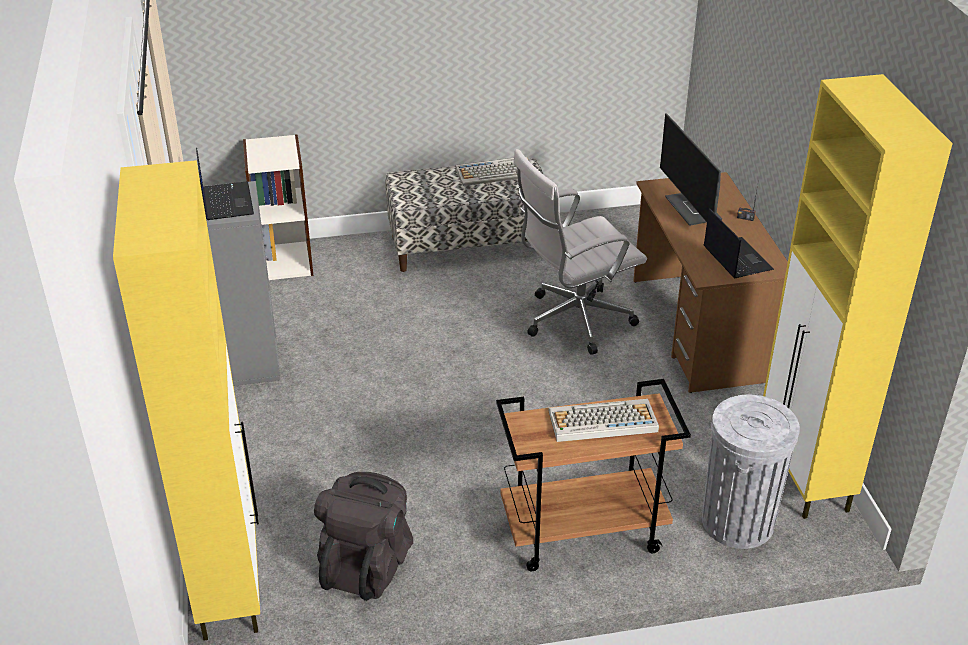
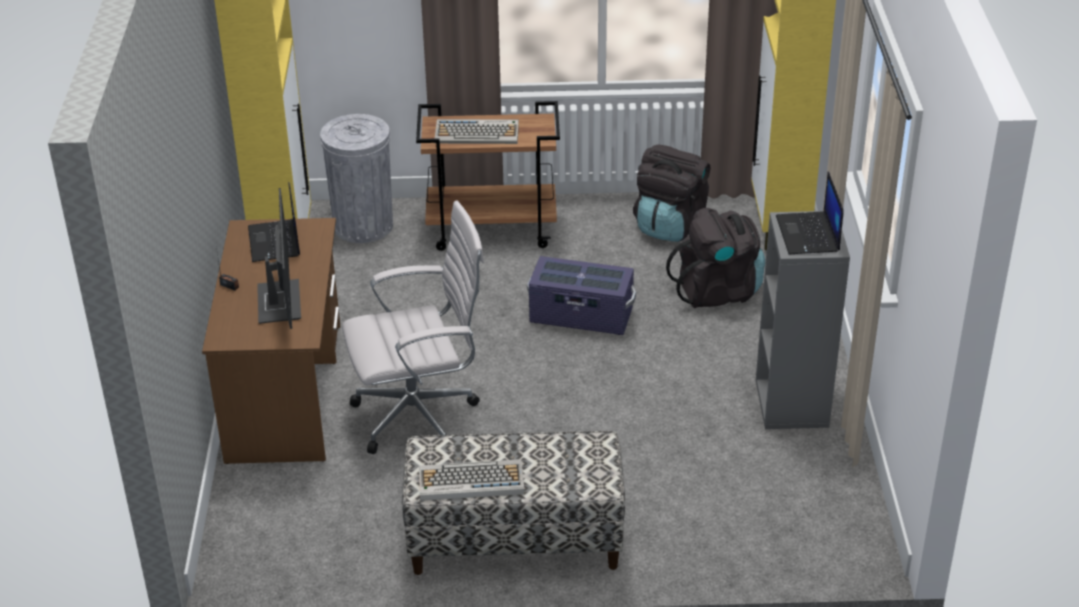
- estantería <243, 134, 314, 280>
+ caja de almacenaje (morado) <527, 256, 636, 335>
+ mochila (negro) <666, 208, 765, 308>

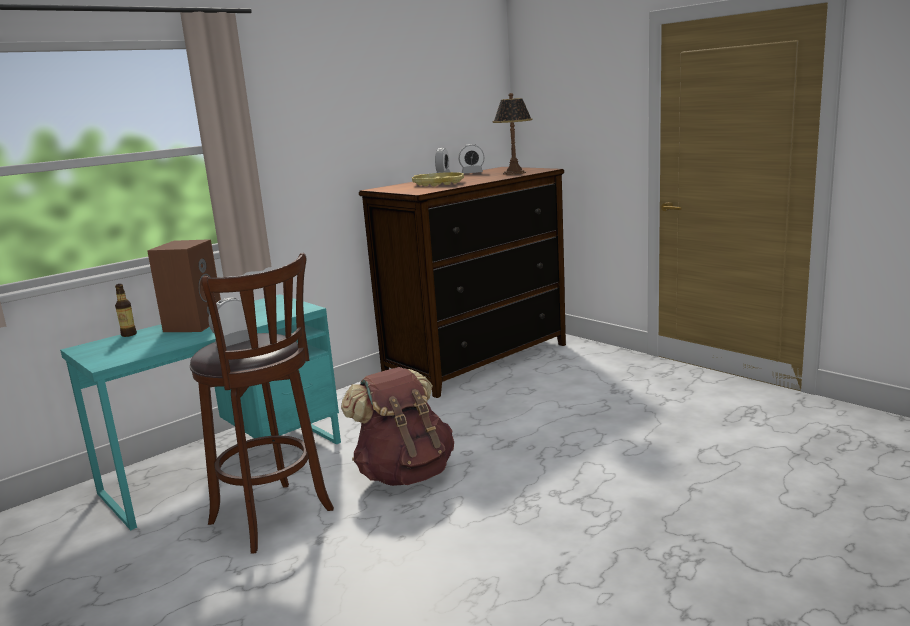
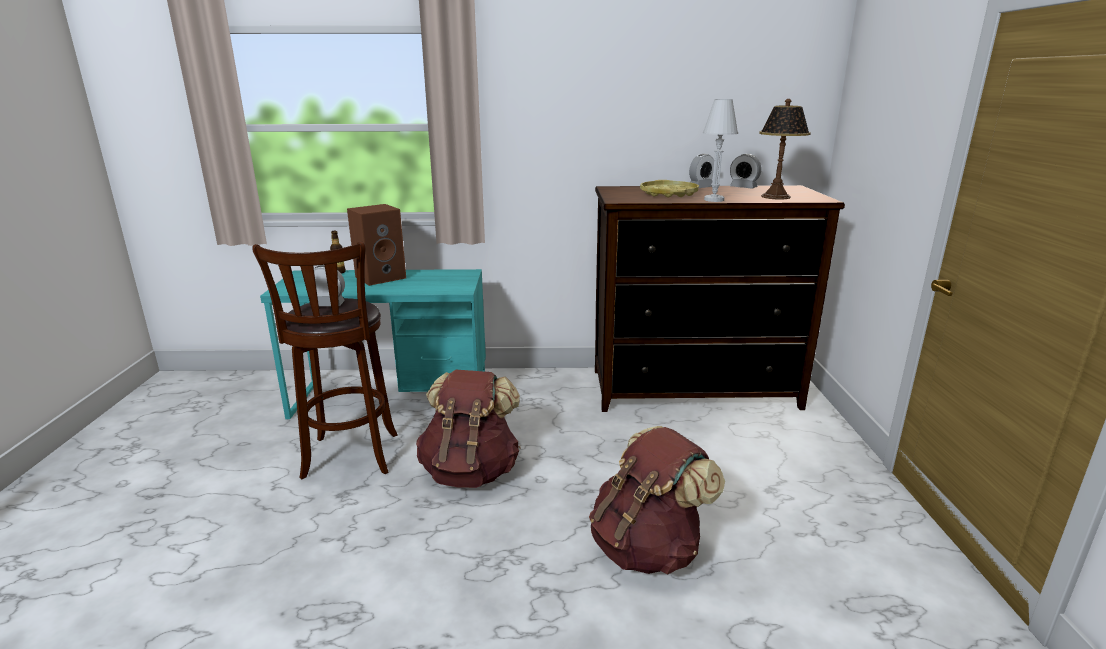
+ mochila (marrón) <589, 426, 725, 574>
+ lámpara de mesa (blanco) <703, 99, 738, 202>

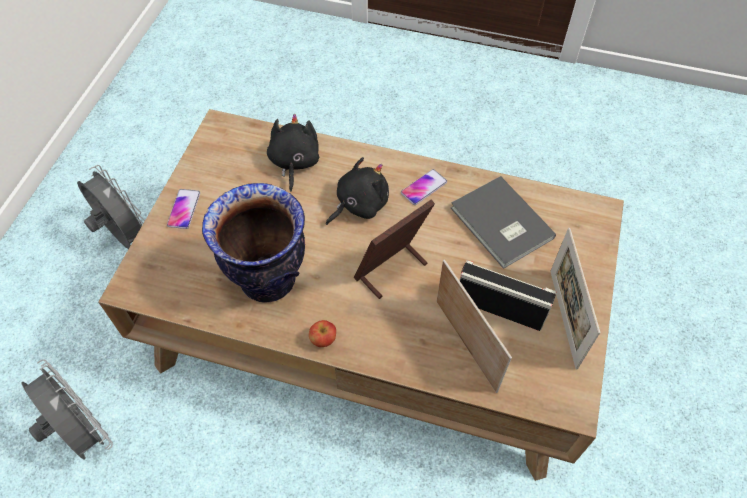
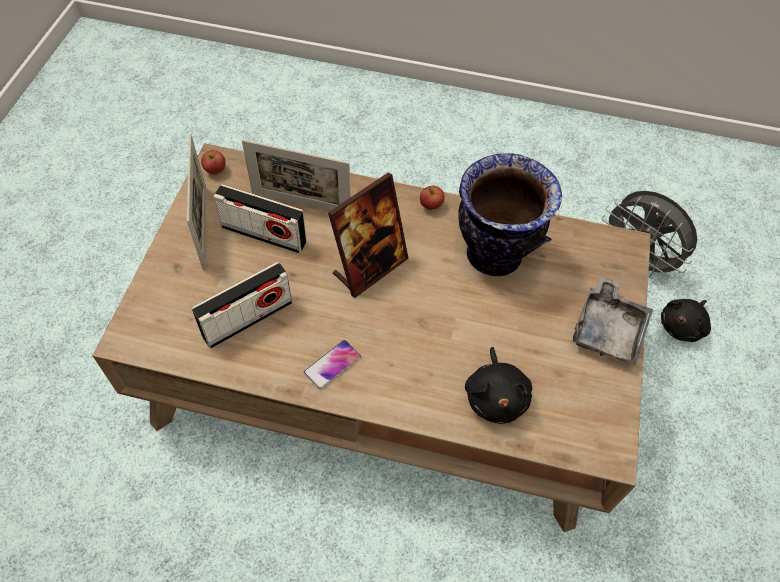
- ventilador (gris) <77, 165, 145, 249>
~ móvil <167, 189, 200, 229> to bandeja (gris) <573, 276, 653, 365>
~ peluche (negro) <326, 157, 389, 225> to <661, 299, 711, 342>
~ portarretratos <436, 260, 512, 393> = <242, 140, 350, 211> 45 degrees counterclockwise
~ libro (gris) <451, 176, 556, 269> to radio <191, 262, 292, 348>
+ manzana <201, 150, 226, 175>

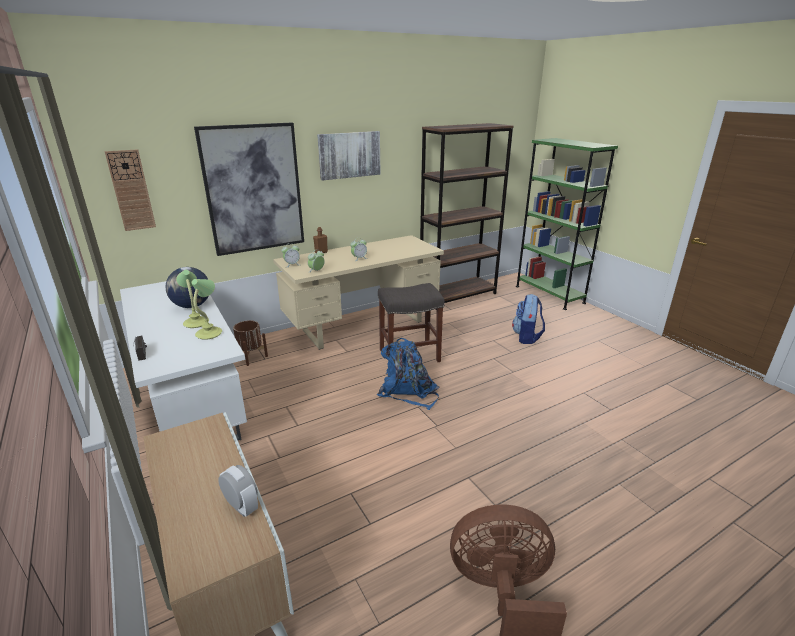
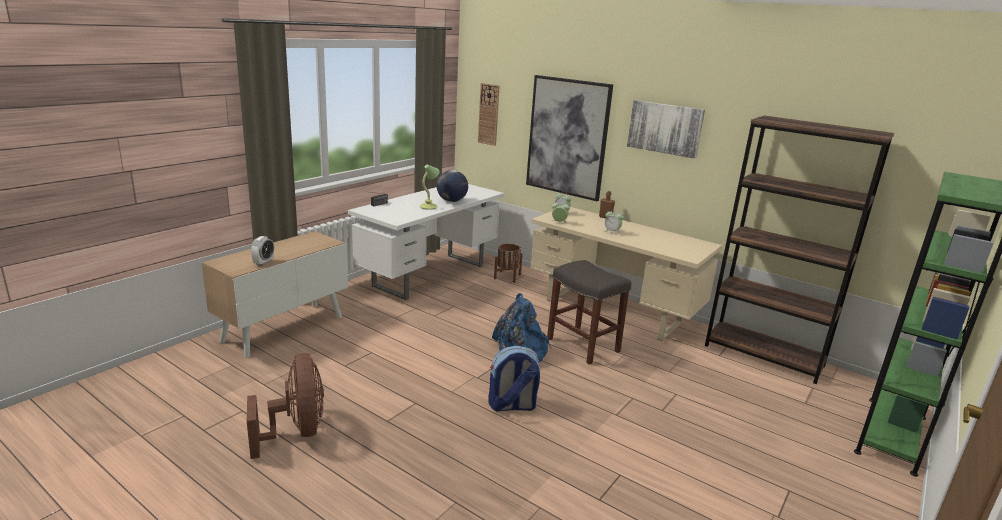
- lámpara de mesa <192, 279, 222, 340>
~ mochila <512, 294, 545, 344> to <488, 346, 540, 412>

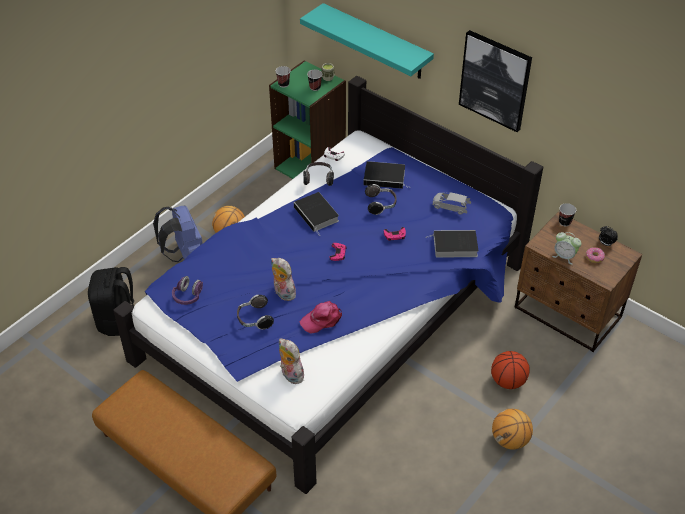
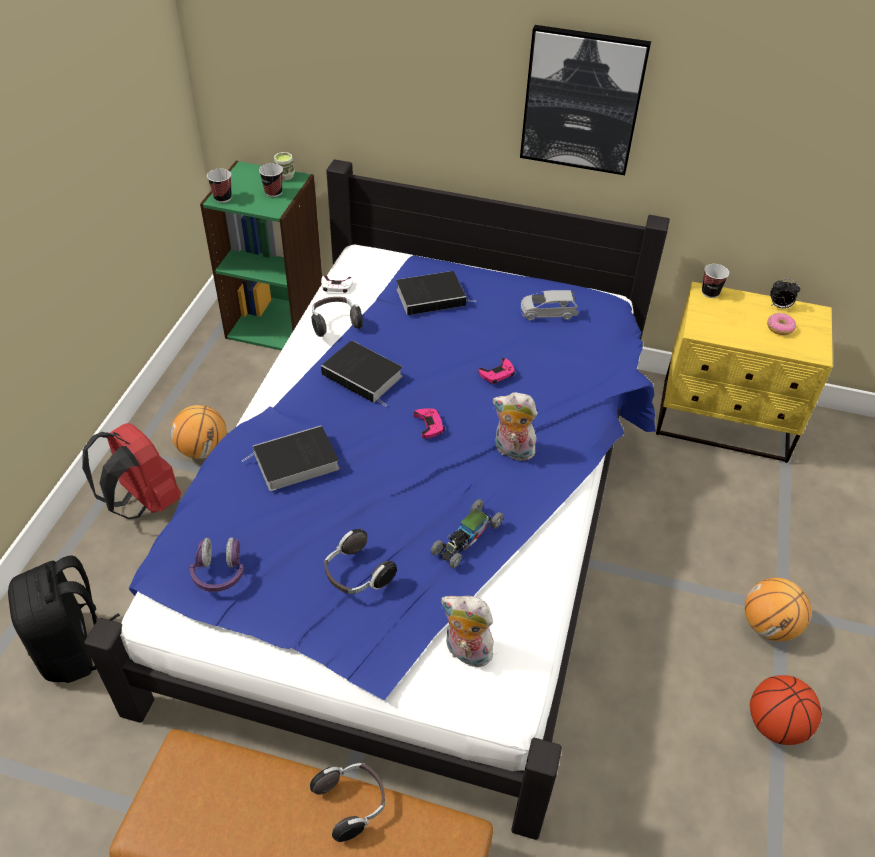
~ mochila (azul) <153, 206, 203, 262> to mochila (rojo) <82, 423, 181, 519>
~ peluche <271, 258, 296, 301> to <493, 392, 538, 461>
- estante (turquesa) <300, 3, 434, 79>
~ gorra (rosa) <300, 301, 342, 333> to coche de juguete <430, 499, 504, 568>
~ auriculares <365, 184, 397, 215> to <310, 763, 385, 842>
~ libro <426, 230, 479, 258> to <242, 425, 340, 491>
~ balón de baloncesto <491, 351, 530, 389> to <750, 675, 822, 745>
~ mesita de noche (marrón) <515, 212, 642, 352> to mesita de noche (amarillo) <656, 282, 833, 463>
- despertador <552, 232, 581, 265>

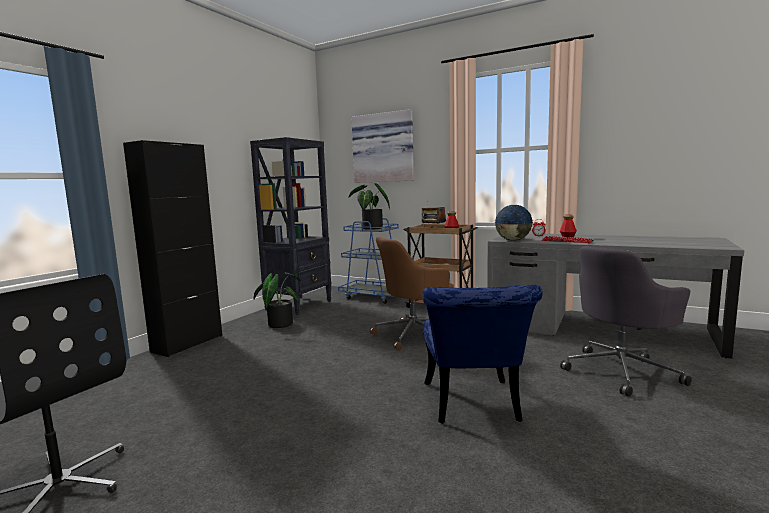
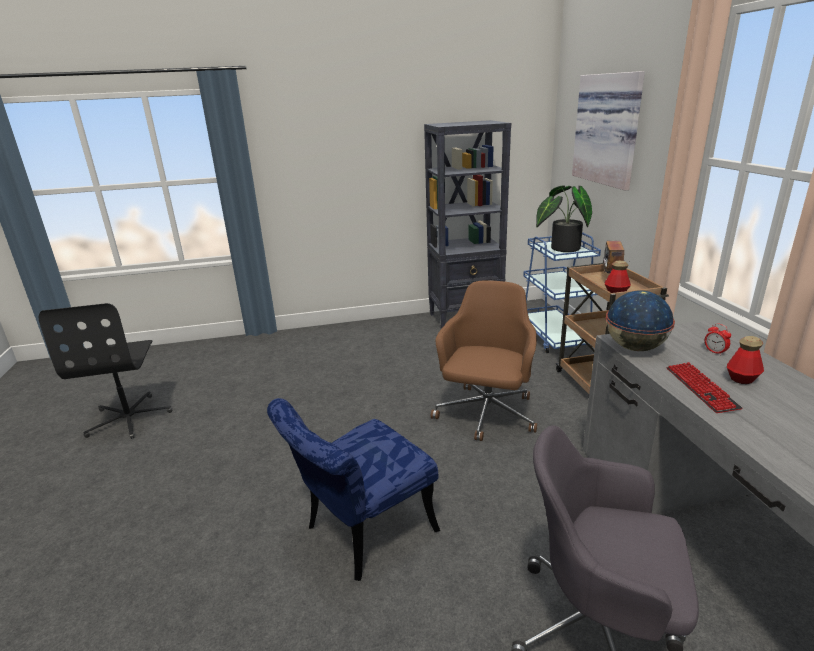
- armario (negro) <123, 140, 222, 357>
- planta en maceta <253, 272, 301, 328>
~ silla de oficina (marrón) <370, 237, 454, 351> = <431, 280, 537, 441> 90 degrees clockwise

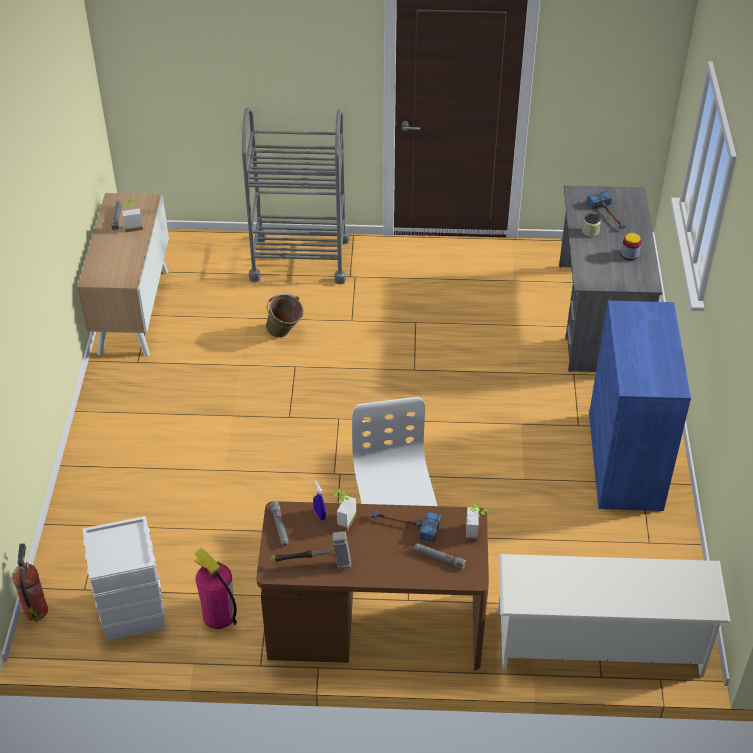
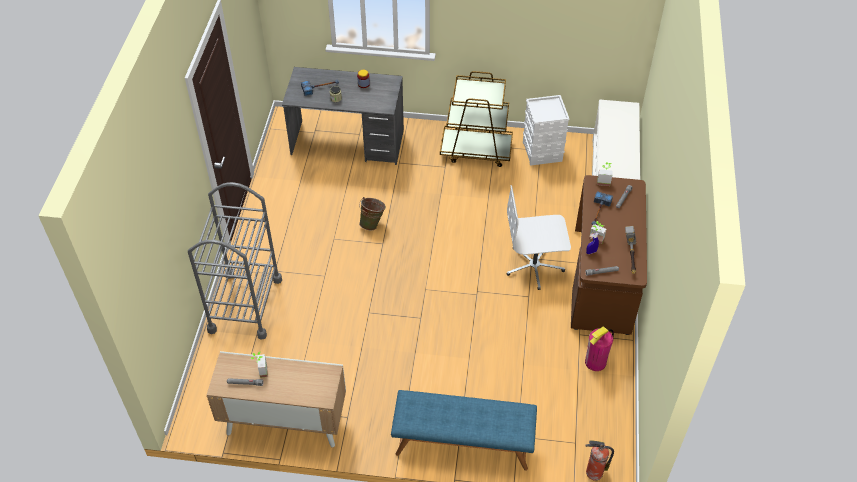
~ caja de almacenaje (blanco) <83, 516, 166, 641> to <523, 95, 569, 166>
~ cubo (verde) <266, 294, 304, 338> to <359, 197, 386, 230>
~ armario (azul) <589, 301, 691, 511> to carrito (marrón) <440, 71, 513, 167>
+ banco (azul) <391, 390, 537, 471>

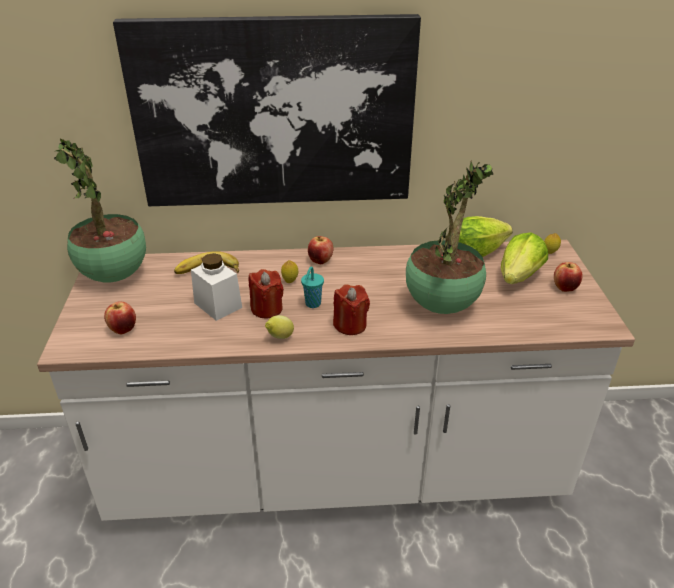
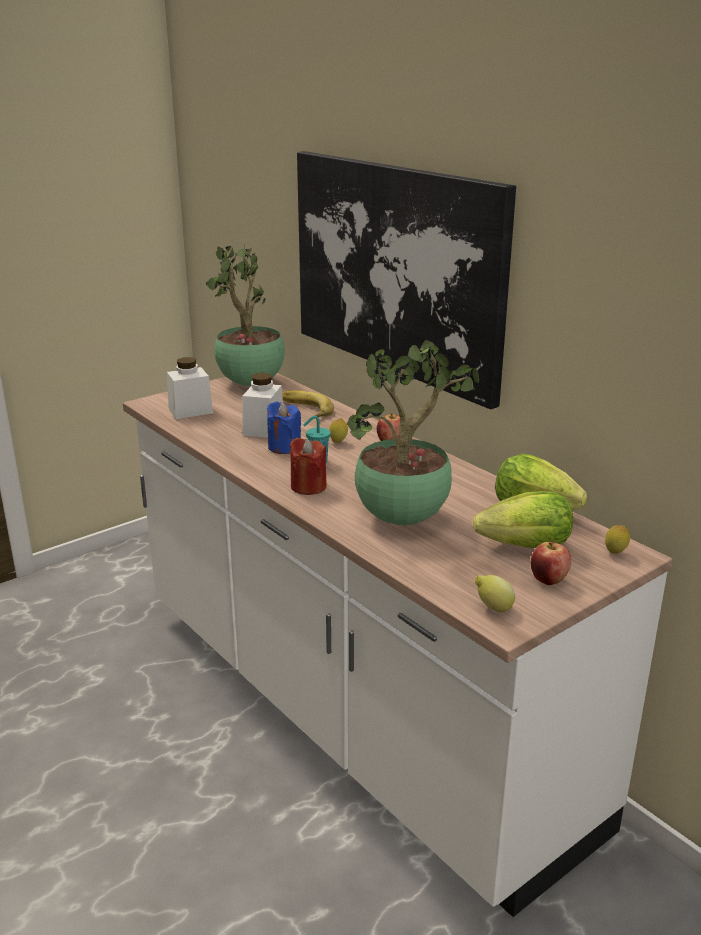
~ manzana <104, 301, 136, 334> to tarro (blanco) <167, 357, 213, 419>
~ vela (rojo) <249, 269, 284, 319> to vela (azul) <267, 401, 301, 454>
~ limón <265, 315, 294, 339> to <475, 575, 515, 612>

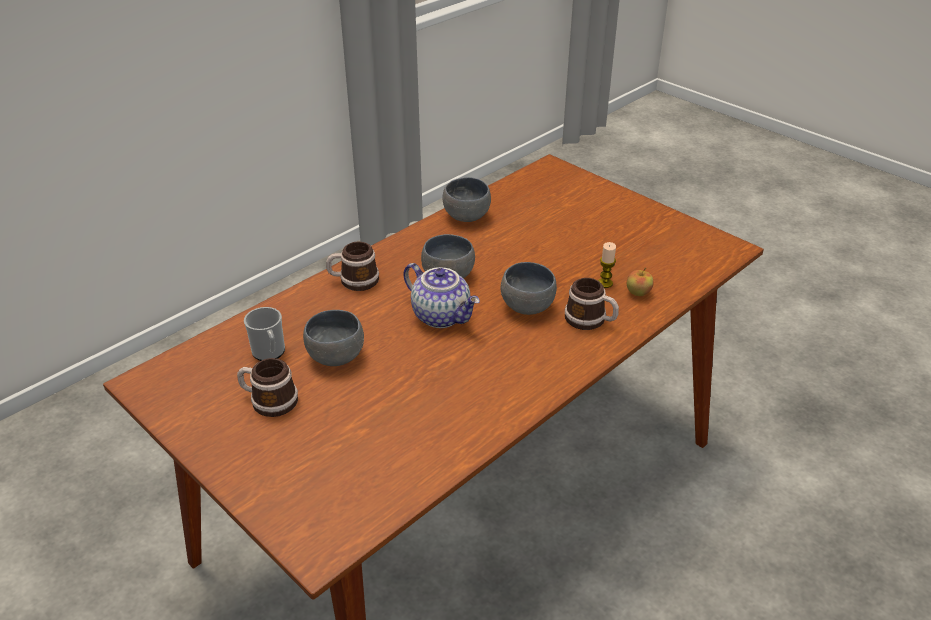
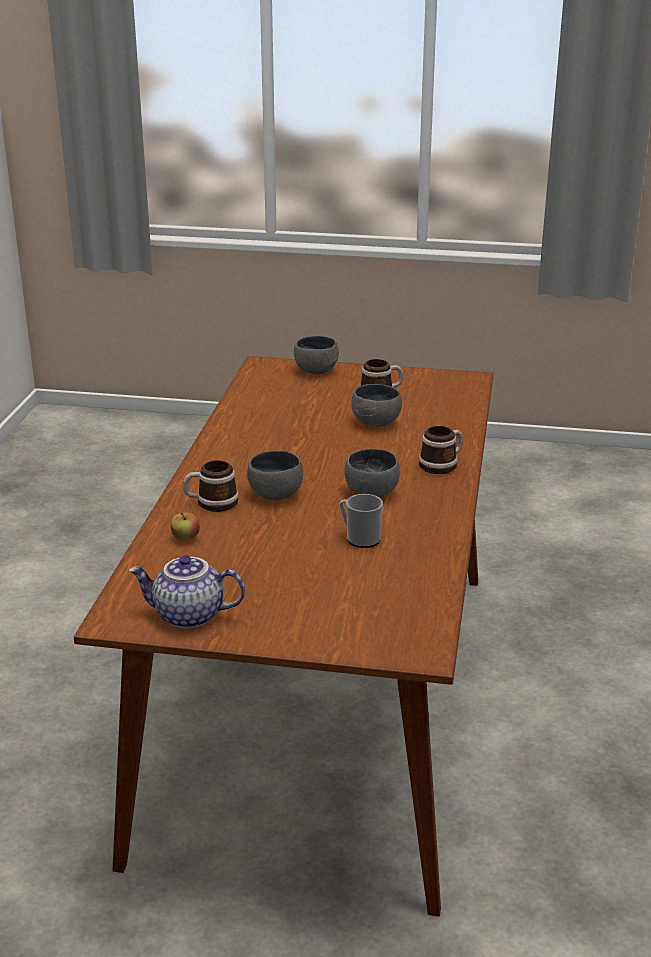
~ taza grande <244, 307, 285, 361> to <340, 494, 383, 548>
~ tetera <403, 263, 480, 328> to <129, 555, 245, 629>
~ cuenco (gris) <442, 177, 491, 222> to <294, 336, 339, 374>
- vela <598, 242, 616, 288>

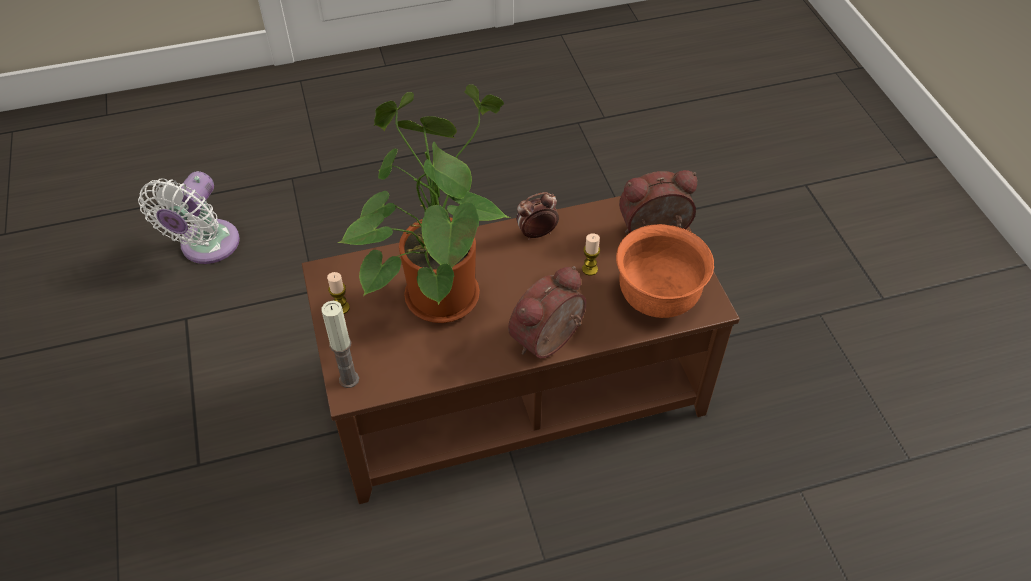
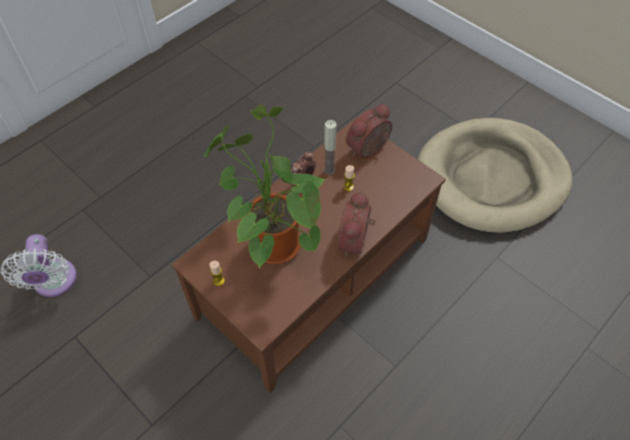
~ vela <322, 301, 359, 388> to <324, 120, 337, 175>
- cuenco (naranja) <616, 224, 714, 318>
+ cama para perro (beis) <418, 118, 573, 233>

